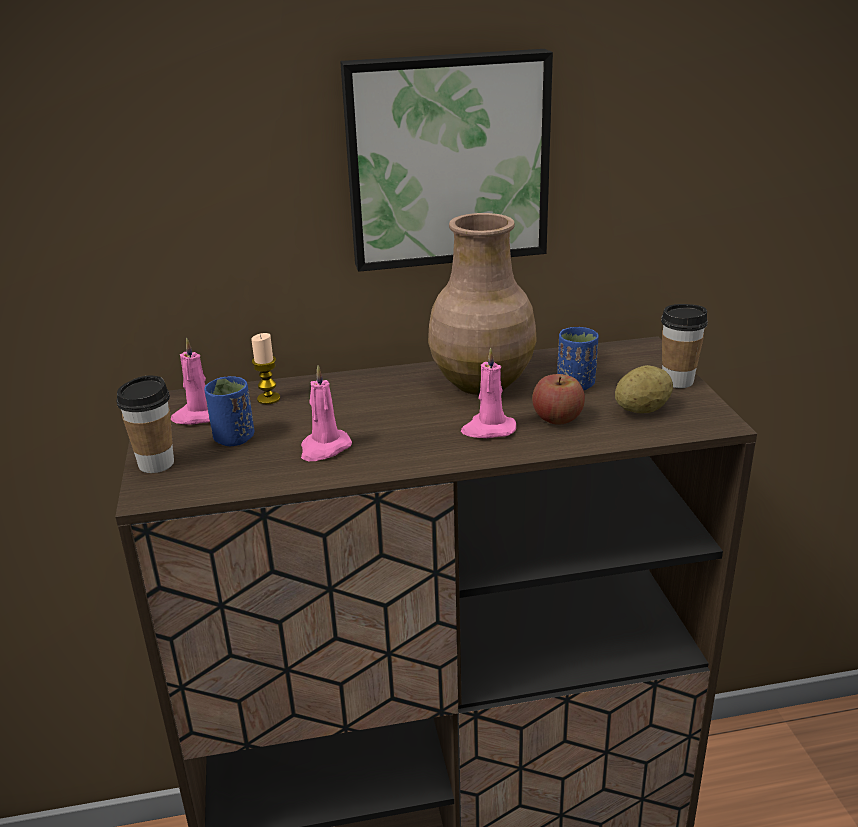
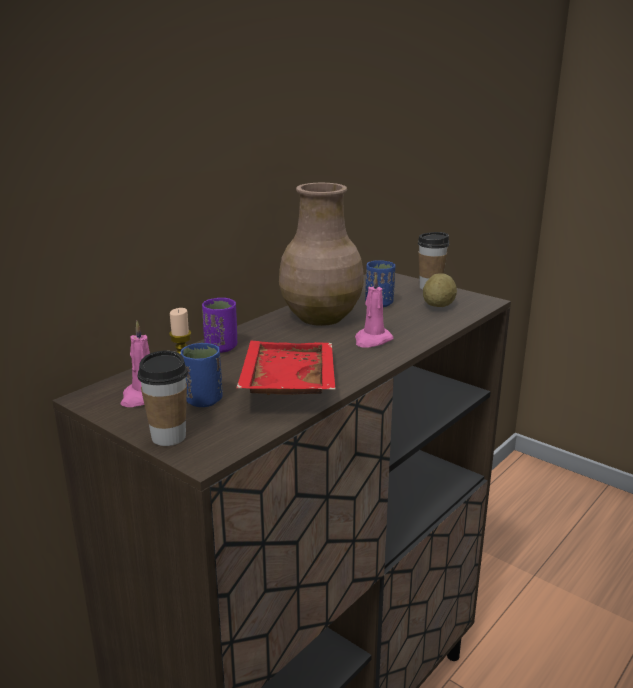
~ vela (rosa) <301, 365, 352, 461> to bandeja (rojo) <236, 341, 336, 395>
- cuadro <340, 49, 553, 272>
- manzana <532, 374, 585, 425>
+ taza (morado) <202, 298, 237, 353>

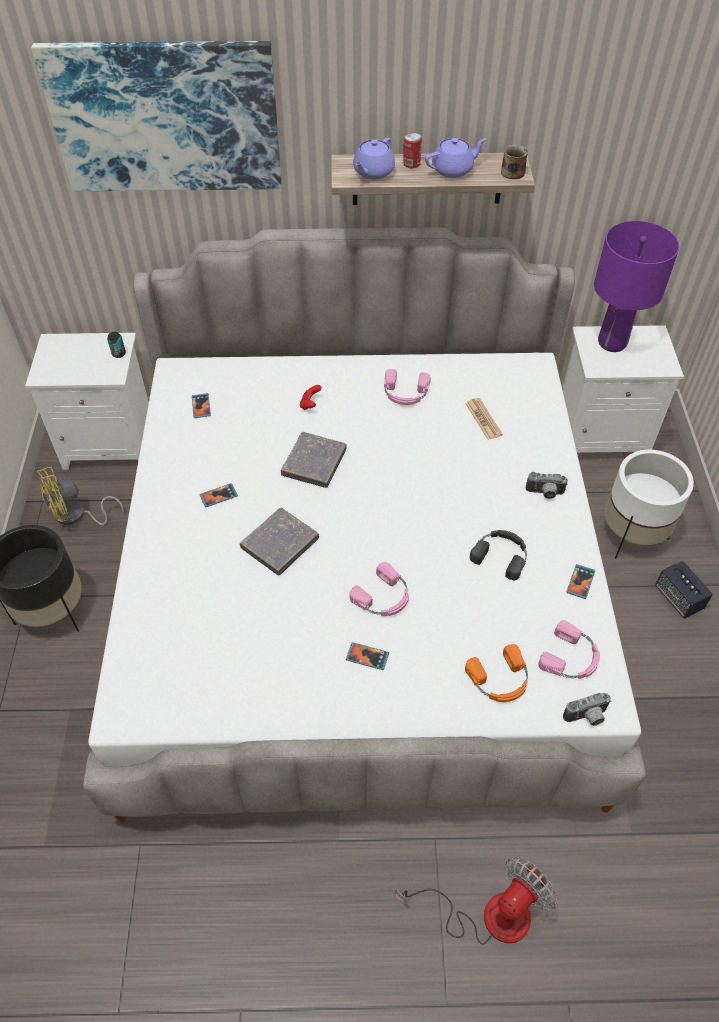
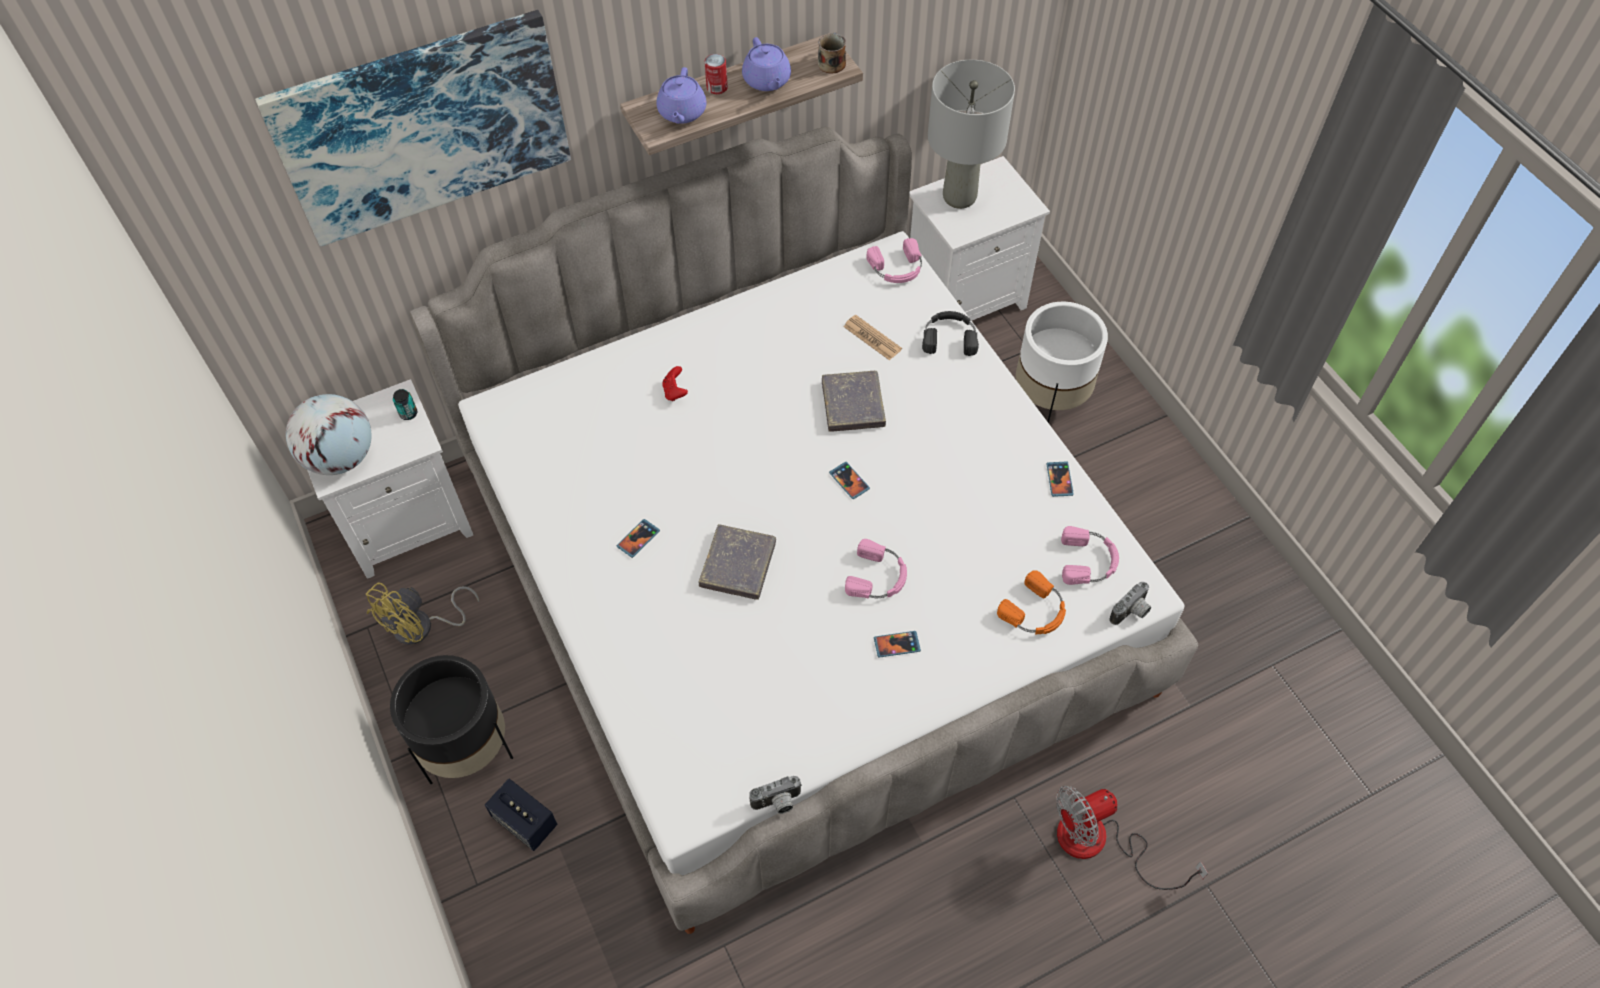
~ móvil <192, 393, 211, 418> to <829, 462, 870, 499>
~ libro (gris) <281, 432, 347, 488> to <822, 371, 886, 432>
~ auriculares (rosa) <384, 369, 431, 405> to <866, 238, 922, 283>
~ ventilador <395, 857, 557, 945> = <1056, 786, 1208, 890> 135 degrees counterclockwise
~ tetera (morado) <425, 138, 486, 178> = <742, 37, 791, 91> 120 degrees clockwise
~ auriculares (negro) <470, 530, 527, 580> to <922, 311, 979, 356>
~ cámara <526, 472, 568, 499> to <749, 776, 802, 814>
~ lámpara de mesa (morado) <594, 221, 679, 352> to lámpara de mesa (gris) <928, 60, 1015, 209>
~ altavoz <655, 561, 713, 619> to <485, 779, 557, 851>
+ globo terráqueo <286, 394, 372, 475>

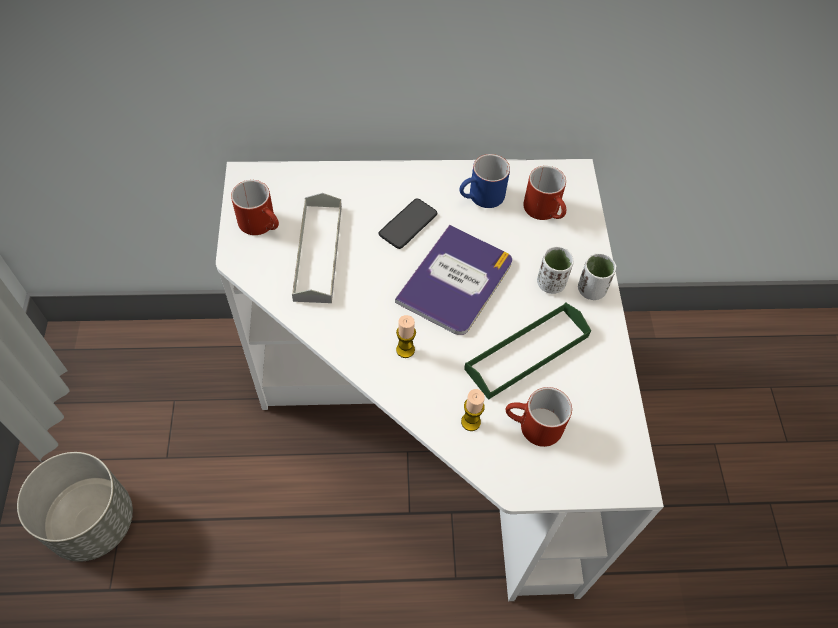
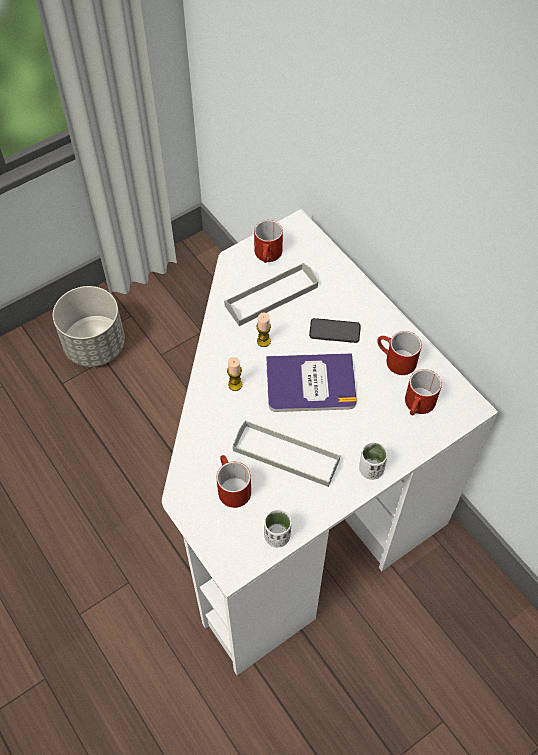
~ taza grande (azul) <459, 154, 510, 208> to taza grande (rojo) <377, 331, 422, 375>
~ vela <461, 389, 485, 431> to <256, 313, 271, 347>
~ bandeja (verde) <464, 303, 591, 400> to bandeja (gris) <233, 420, 341, 487>
~ taza (blanco) <537, 247, 574, 294> to <264, 509, 292, 548>

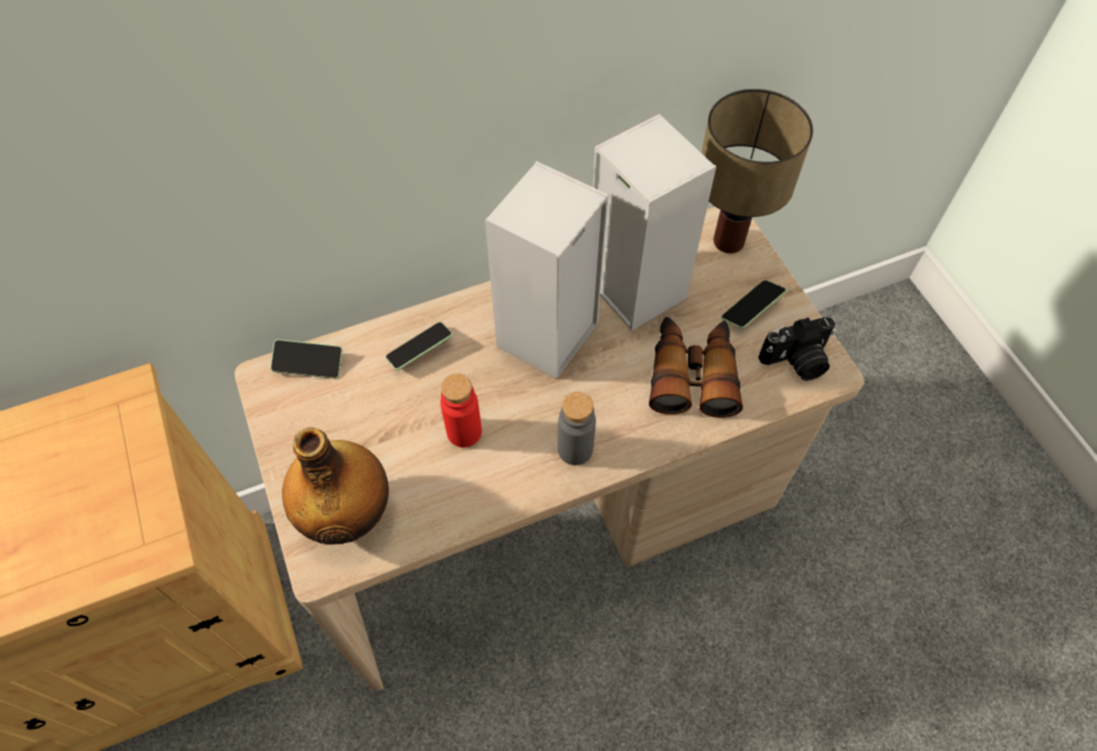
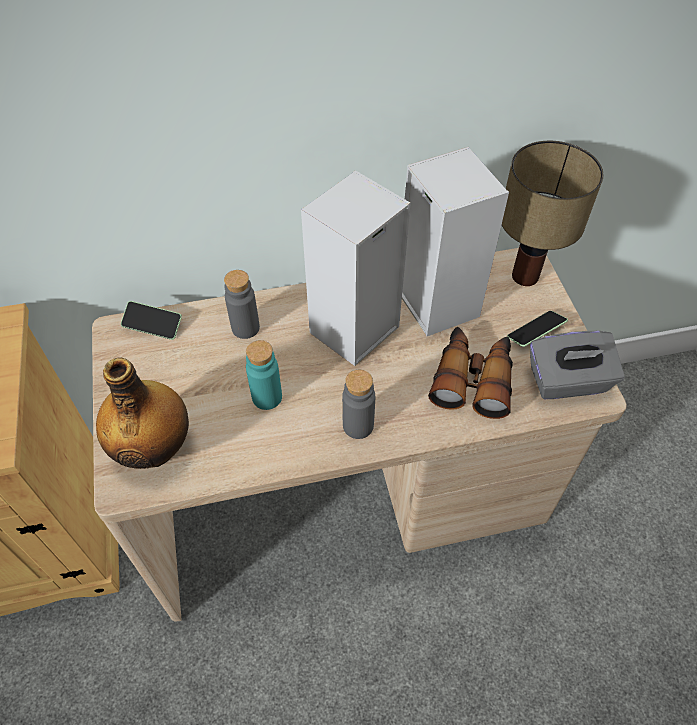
~ móvil <385, 322, 453, 370> to botella (gris) <224, 270, 260, 339>
~ botella (rojo) <440, 373, 482, 448> to botella (turquesa) <246, 340, 282, 410>
~ cámara <758, 317, 836, 381> to caja de pañuelos (gris) <530, 331, 625, 399>

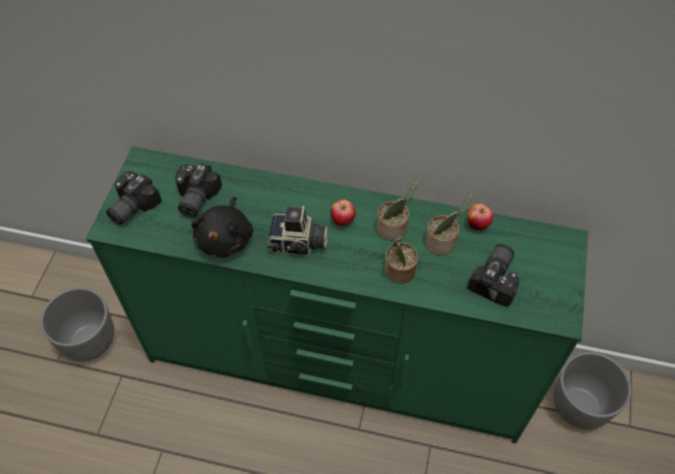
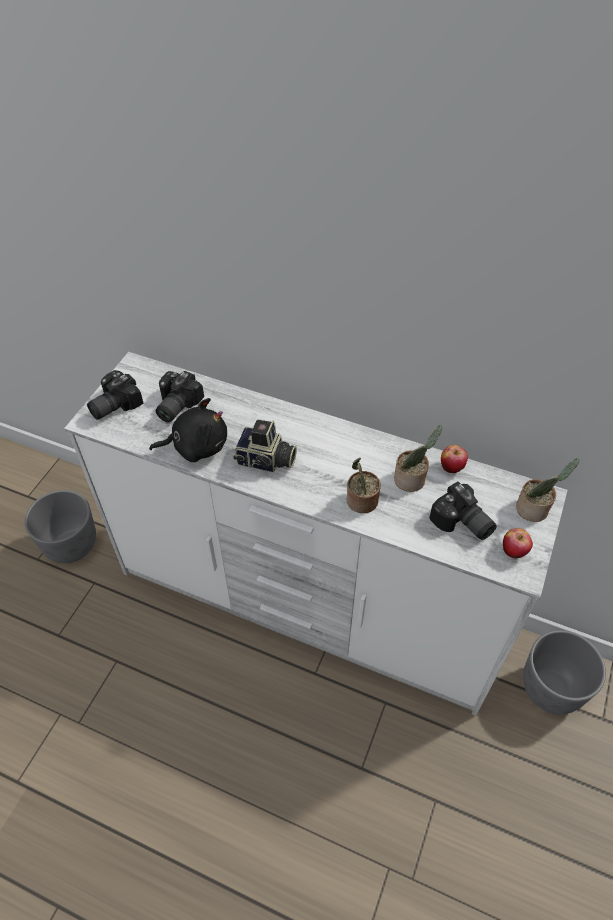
~ cómoda (verde) <86, 146, 588, 444> to cómoda (blanco) <64, 352, 568, 716>
~ peluche (negro) <192, 197, 253, 257> = <149, 398, 227, 462> 120 degrees counterclockwise
~ manzana <331, 199, 356, 226> to <503, 528, 533, 559>
~ planta en maceta <377, 180, 418, 241> to <516, 458, 579, 522>
~ cámara <467, 244, 519, 307> = <429, 482, 497, 540> 105 degrees clockwise

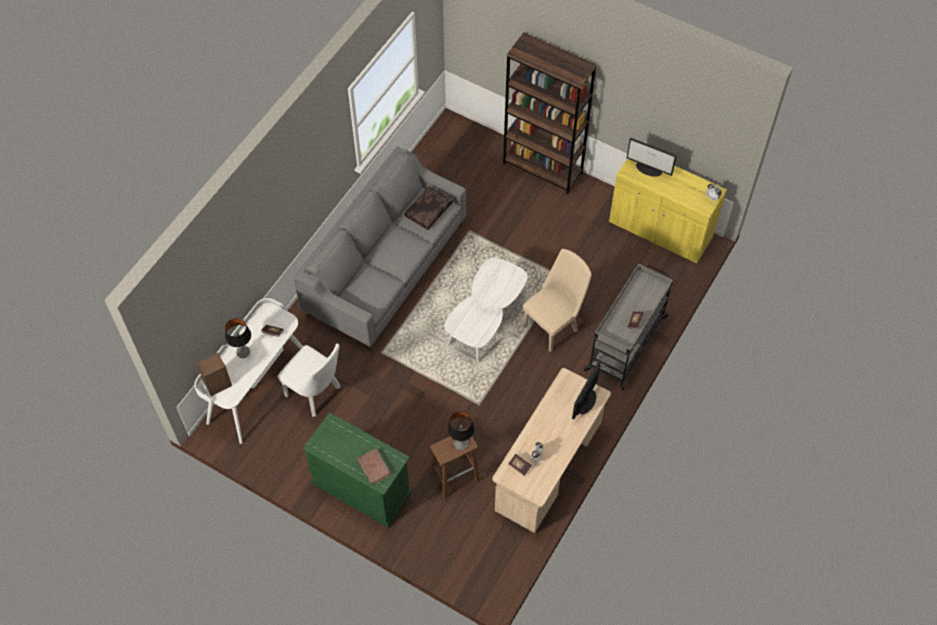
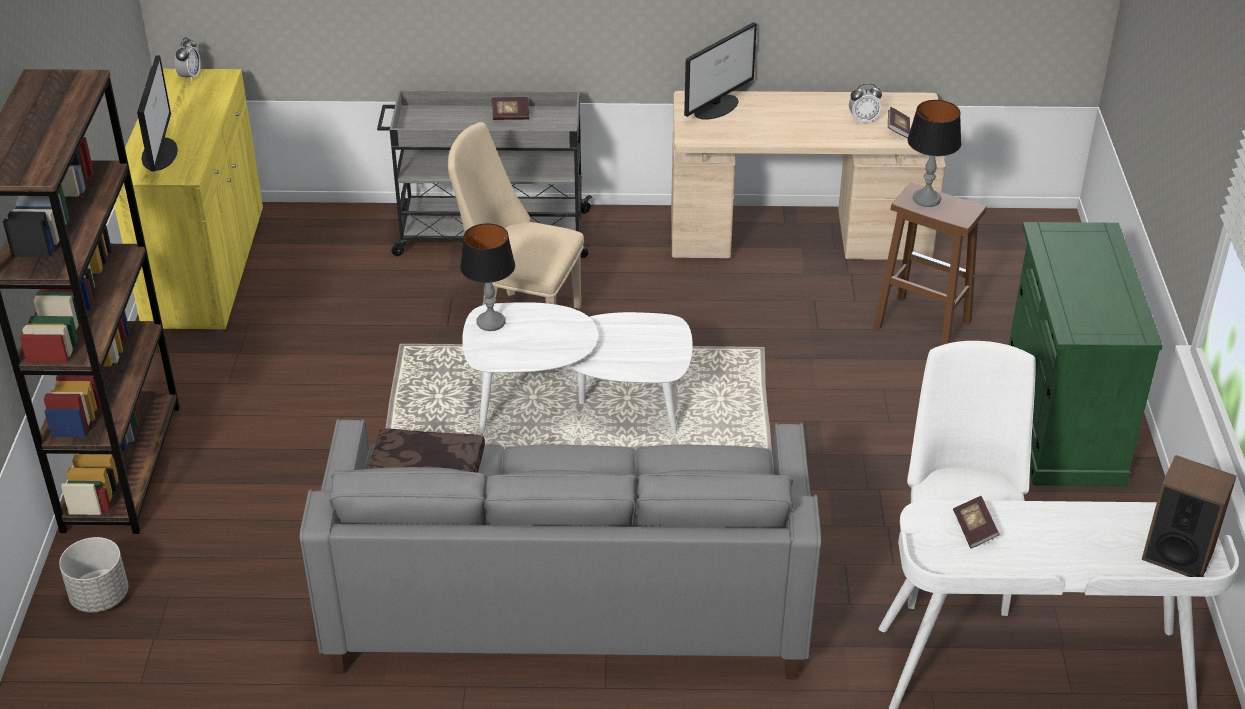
~ lámpara de mesa <225, 318, 251, 358> to <460, 223, 515, 331>
- libro (marrón) <357, 448, 391, 485>
~ monitor <572, 361, 601, 419> = <684, 22, 757, 120> 45 degrees counterclockwise
+ maceta (gris) <59, 537, 128, 612>

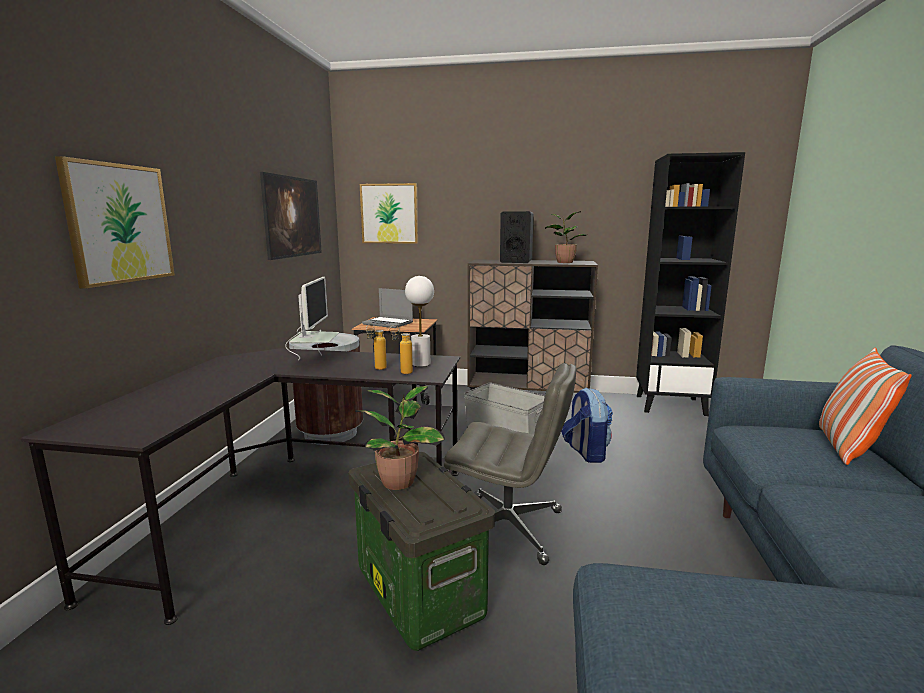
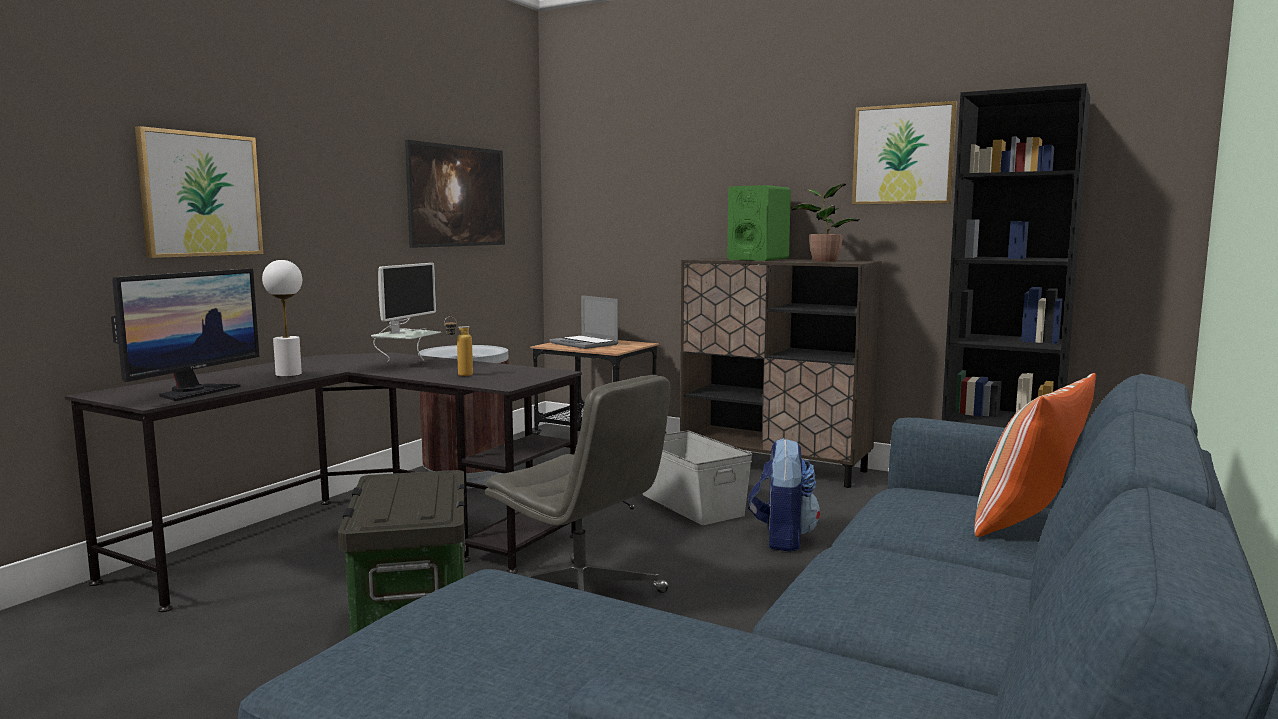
- planta en maceta <355, 386, 445, 490>
~ cuadro <360, 183, 418, 244> to <852, 101, 957, 205>
- botella <389, 325, 413, 374>
~ lámpara de mesa (blanco) <405, 276, 434, 367> to <262, 260, 302, 377>
~ altavoz (negro) <500, 211, 533, 263> to altavoz (verde) <727, 185, 791, 261>
+ monitor <111, 269, 259, 401>

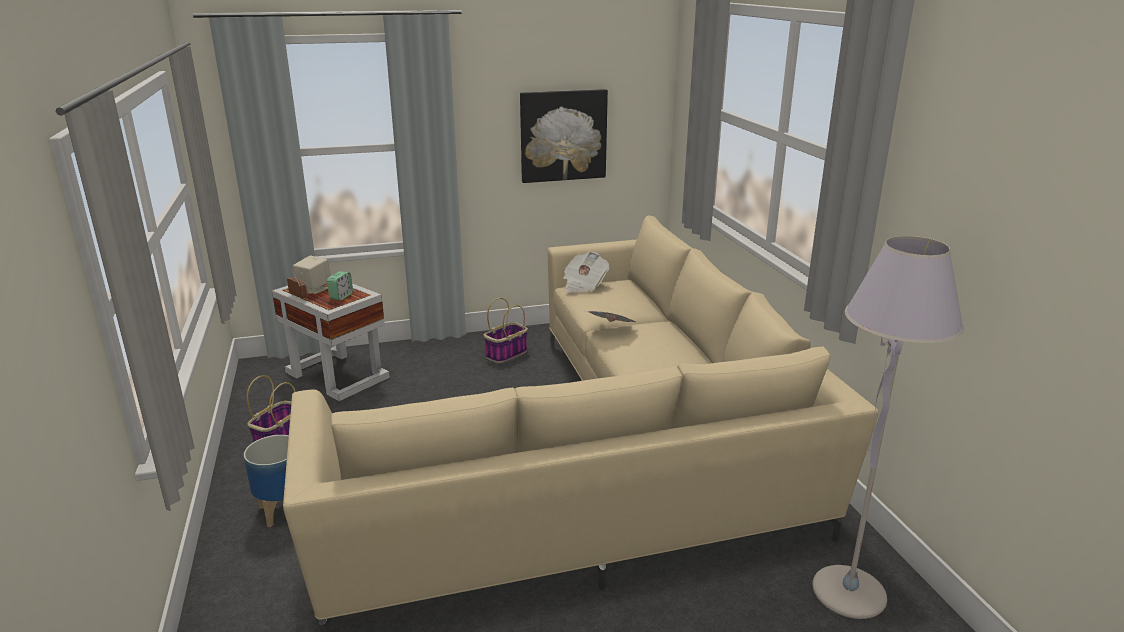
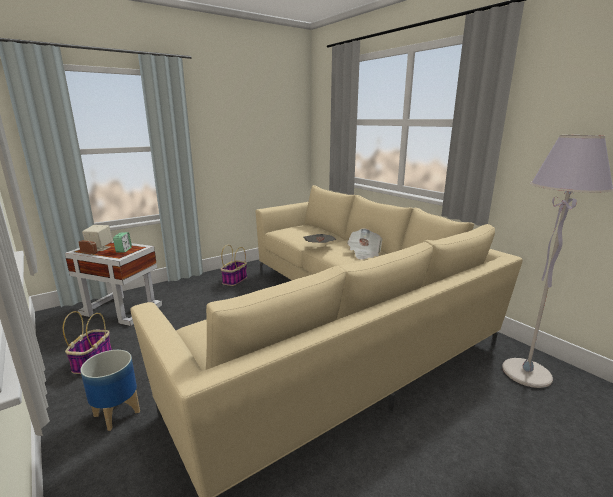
- cuadro <520, 89, 608, 183>
~ periódico <563, 252, 609, 293> to <347, 228, 382, 260>

